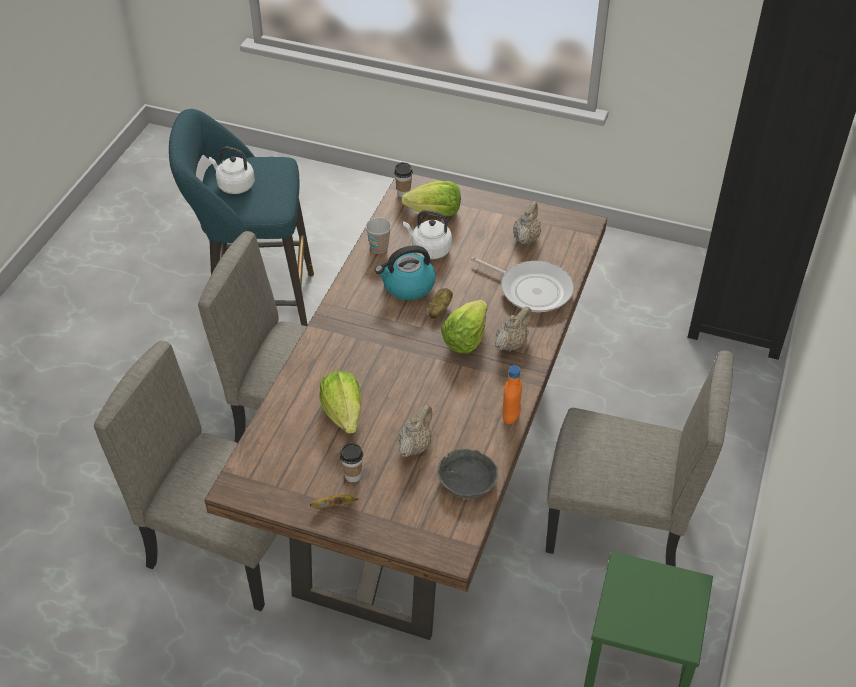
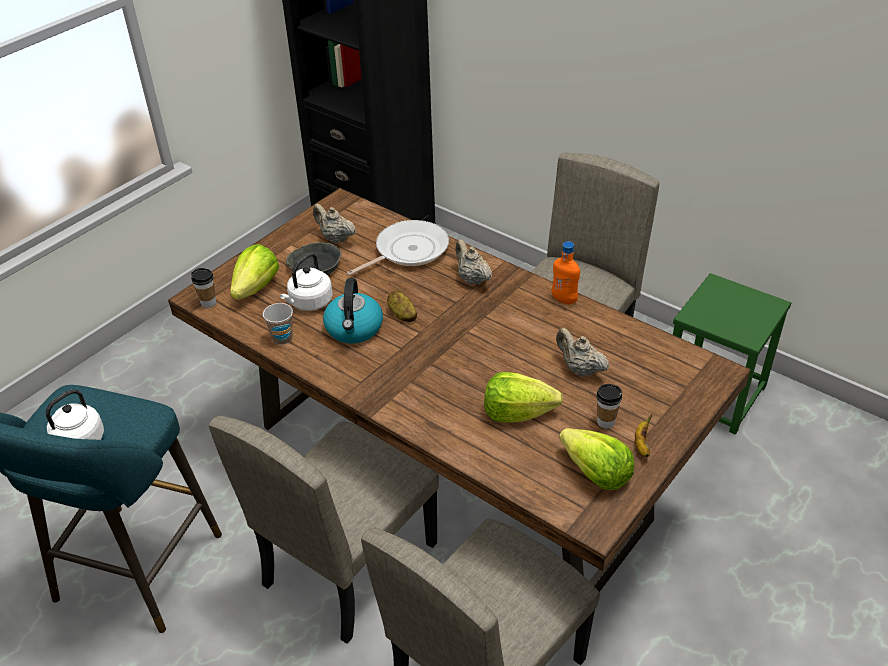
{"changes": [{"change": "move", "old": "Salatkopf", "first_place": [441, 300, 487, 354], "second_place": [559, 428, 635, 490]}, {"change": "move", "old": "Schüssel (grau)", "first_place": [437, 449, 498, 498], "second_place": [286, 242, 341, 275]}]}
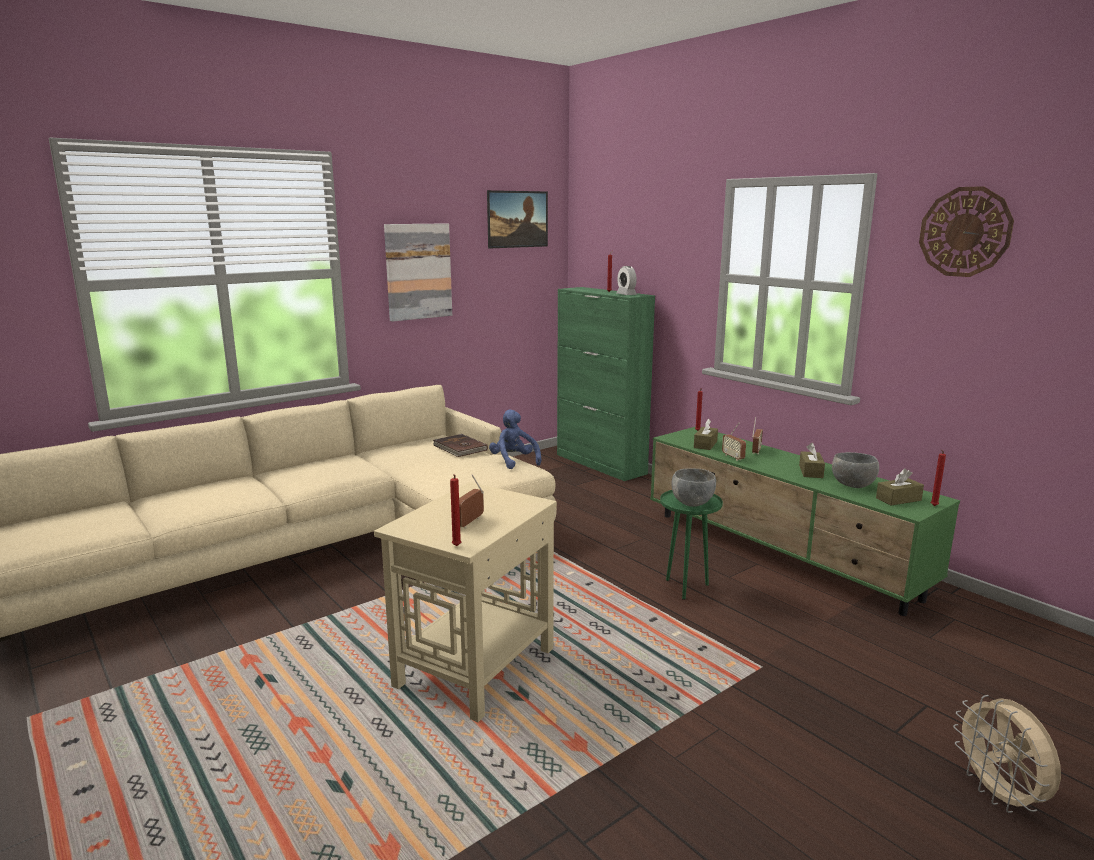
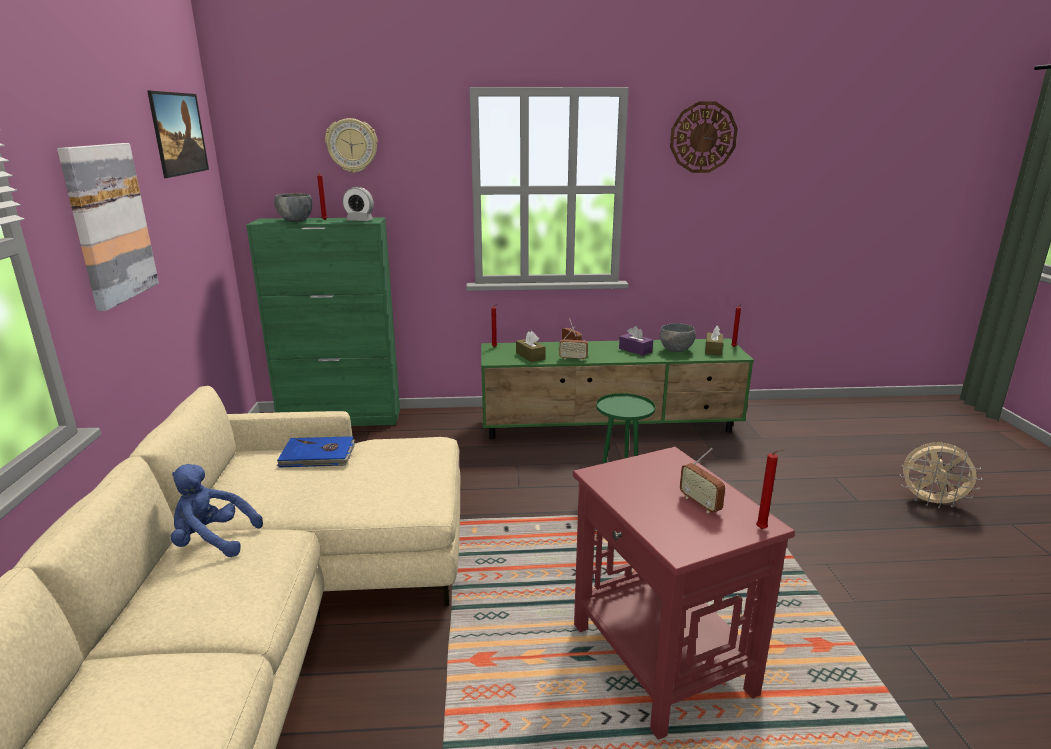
{"changes": [{"change": "move", "old": "Plüschtier (blau)", "first_place": [489, 409, 541, 469], "second_place": [171, 464, 263, 557]}, {"change": "recolor", "old": "Buch (braun)", "new": "Buch (blau)", "first_place": [433, 434, 488, 457], "second_place": [277, 436, 355, 468]}, {"change": "recolor", "old": "Taschentuchbox (braun)", "new": "Taschentuchbox (lila)", "first_place": [799, 443, 825, 478], "second_place": [619, 326, 653, 356]}, {"change": "move", "old": "Schüssel (grau)", "first_place": [671, 468, 716, 507], "second_place": [274, 193, 313, 222]}, {"change": "recolor", "old": "Beistelltisch (beige)", "new": "Beistelltisch (rot)", "first_place": [374, 482, 557, 722], "second_place": [573, 447, 795, 740]}, {"change": "insert", "new": "Wanduhr", "second_place": [325, 118, 378, 173]}]}
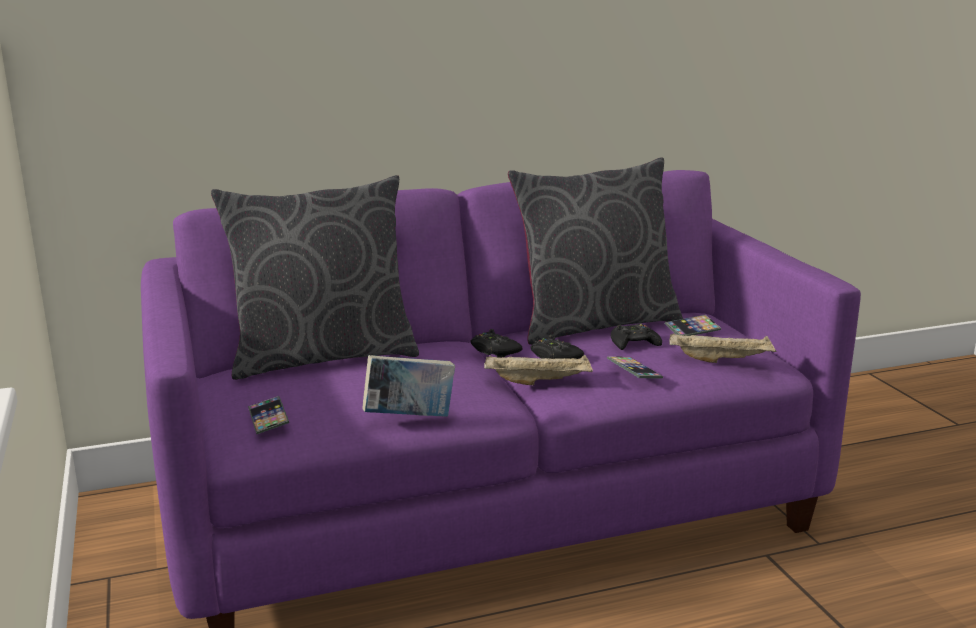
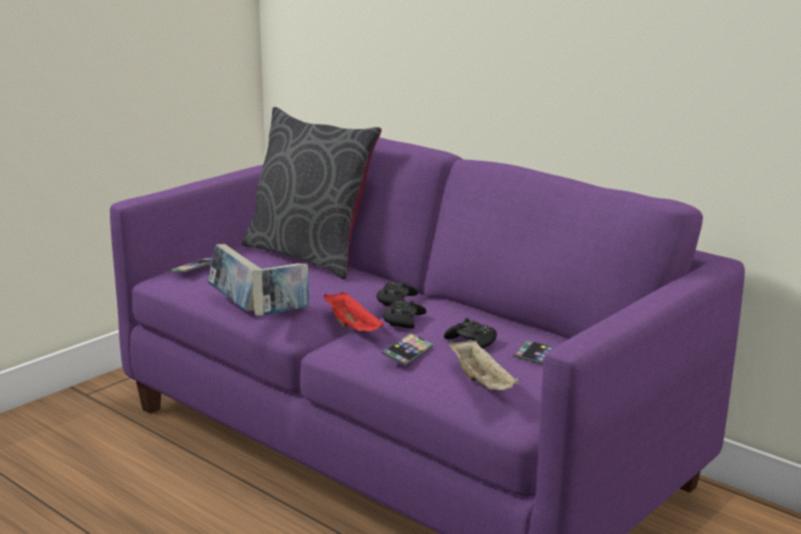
{"changes": [{"change": "delete", "old": "Kissen (grau)", "first_place": [508, 157, 683, 345]}, {"change": "recolor", "old": "Tablett (beige)", "new": "Tablett (rot)", "first_place": [484, 355, 593, 385], "second_place": [323, 292, 384, 332]}, {"change": "insert", "new": "Buch", "second_place": [252, 263, 309, 316]}]}
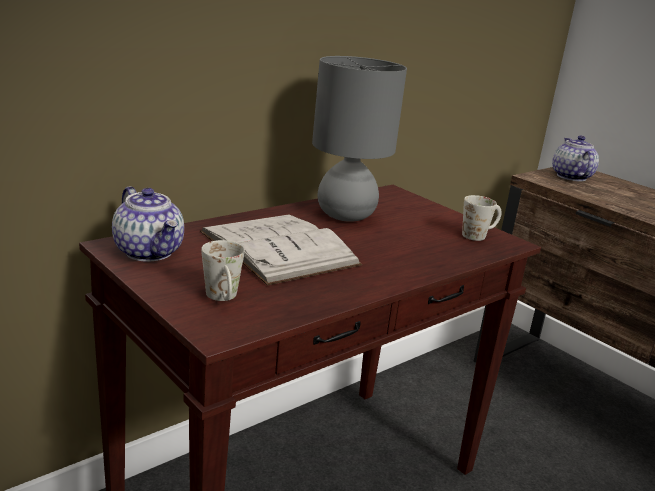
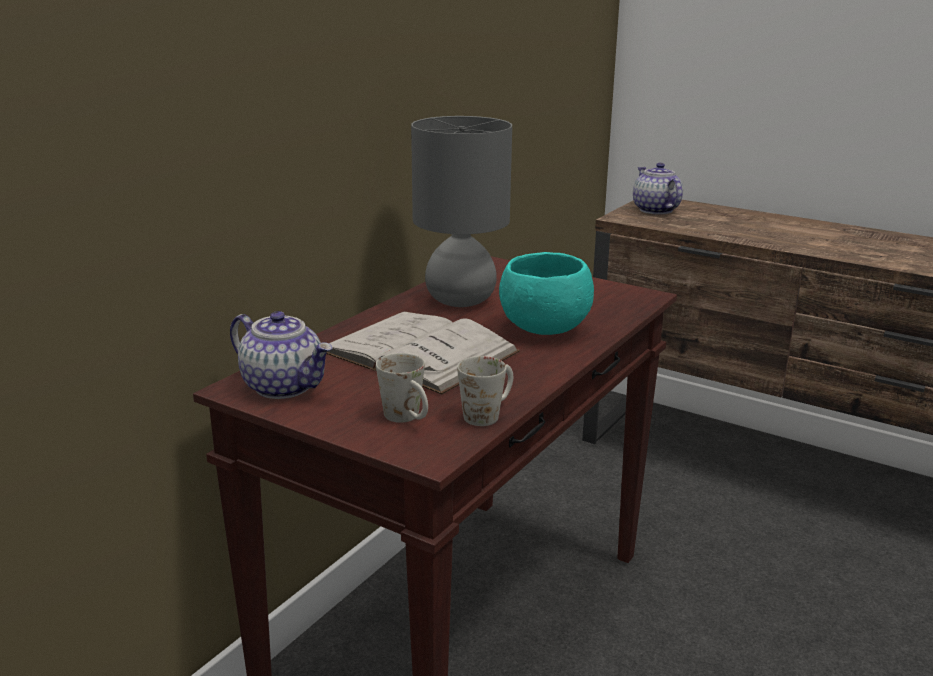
{"changes": [{"change": "move", "old": "Henkelbecher (weiß)", "first_place": [462, 195, 501, 241], "second_place": [457, 356, 513, 426]}, {"change": "insert", "new": "Schüssel (türkis)", "second_place": [499, 252, 594, 335]}]}
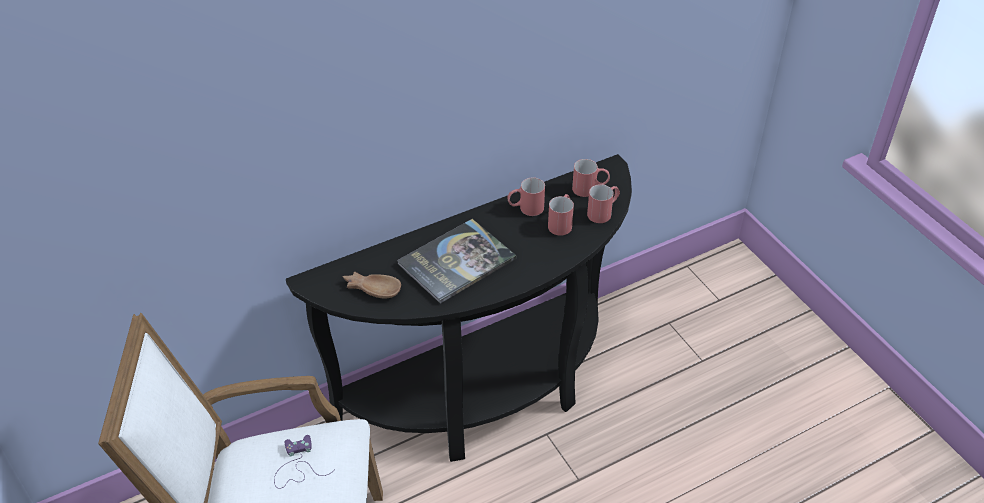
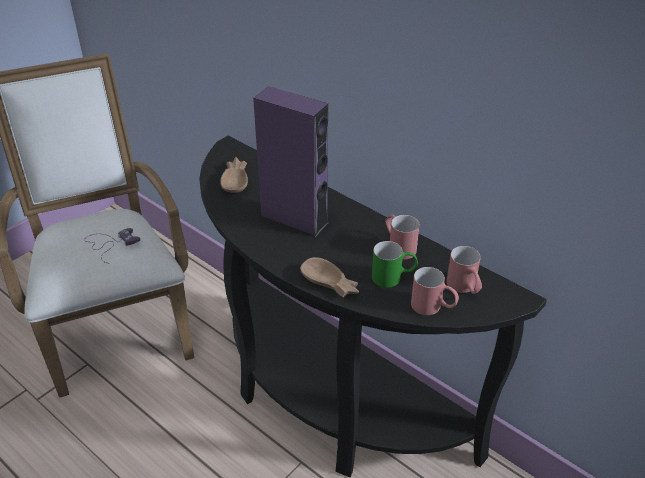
{"changes": [{"change": "recolor", "old": "Henkelbecher (rot)", "new": "Henkelbecher (grün)", "first_place": [548, 194, 574, 236], "second_place": [372, 241, 418, 288]}, {"change": "replace", "old": "Buch", "new": "Lautsprecher (lila)", "first_place": [397, 219, 516, 304], "second_place": [253, 86, 329, 237]}, {"change": "insert", "new": "Schüssel (braun)", "second_place": [300, 257, 359, 297]}]}
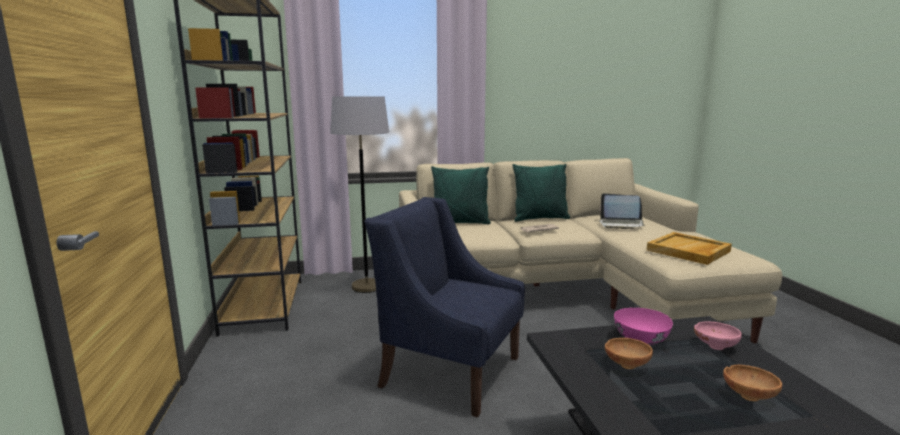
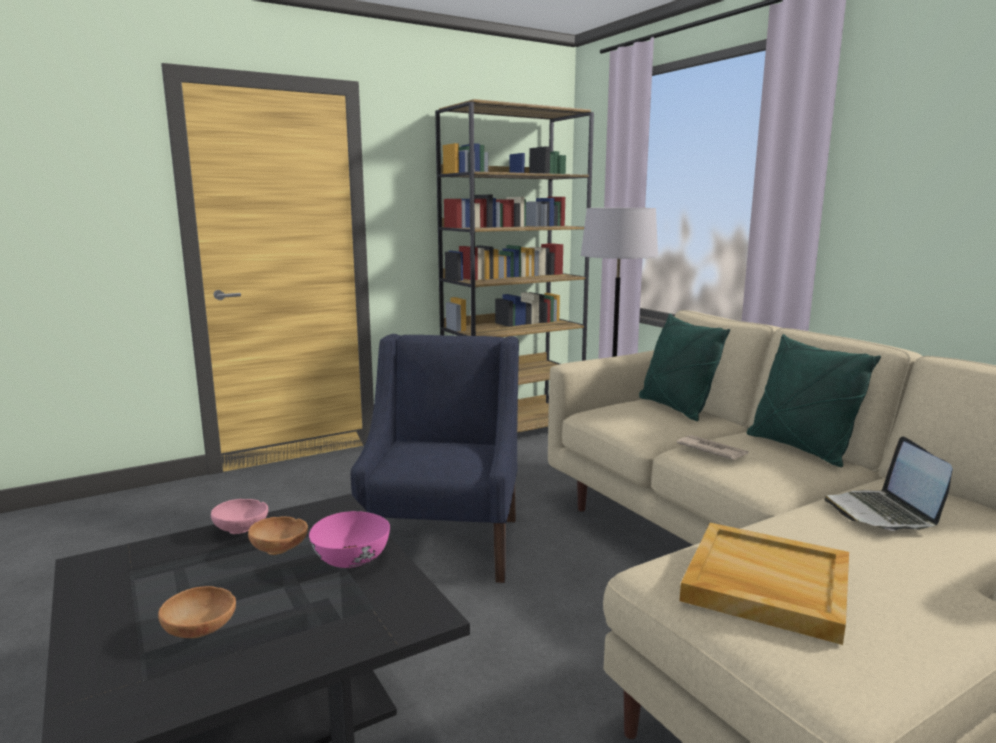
{"changes": [{"change": "move", "old": "Schüssel (rosa)", "first_place": [694, 322, 742, 350], "second_place": [211, 499, 268, 534]}]}
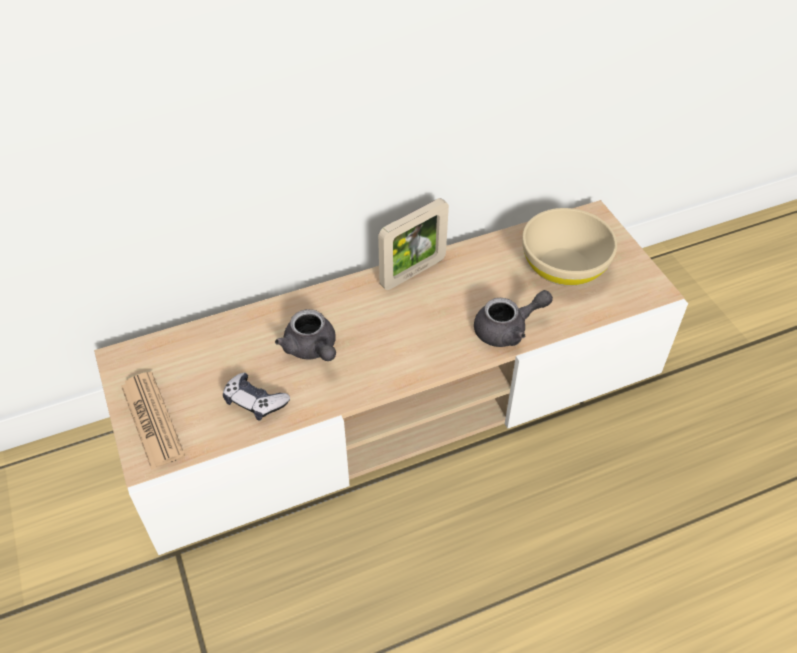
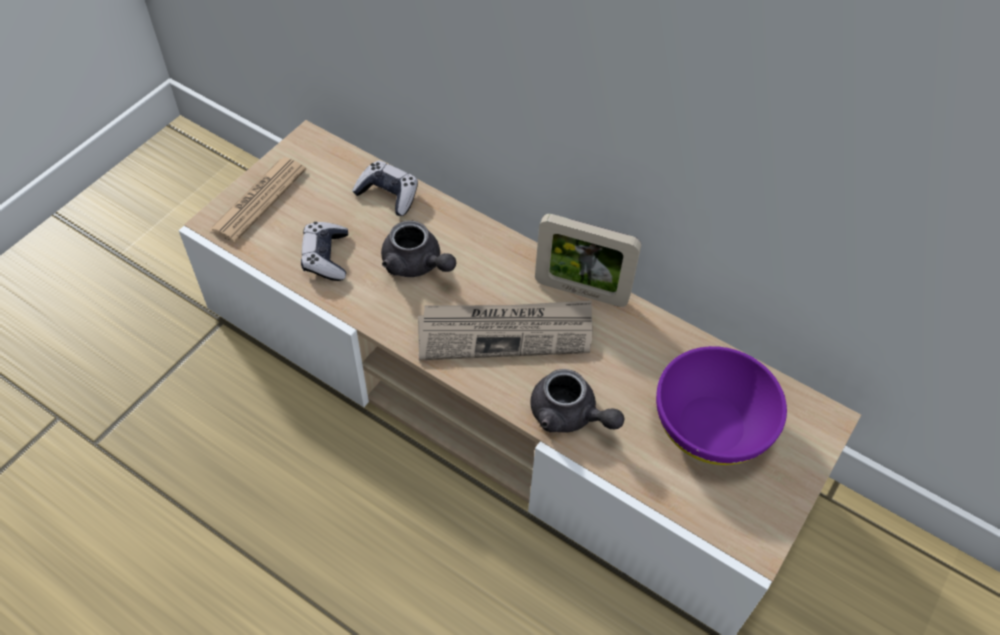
{"changes": [{"change": "recolor", "old": "Schüssel (beige)", "new": "Schüssel (lila)", "first_place": [522, 208, 617, 286], "second_place": [656, 346, 787, 465]}, {"change": "rotate", "old": "Teekanne (grau)", "first_place": [275, 309, 336, 361], "second_place": [381, 220, 456, 277], "degrees": -75}, {"change": "insert", "new": "Gamepad", "second_place": [352, 161, 418, 216]}, {"change": "insert", "new": "Zeitung", "second_place": [418, 300, 593, 360]}]}
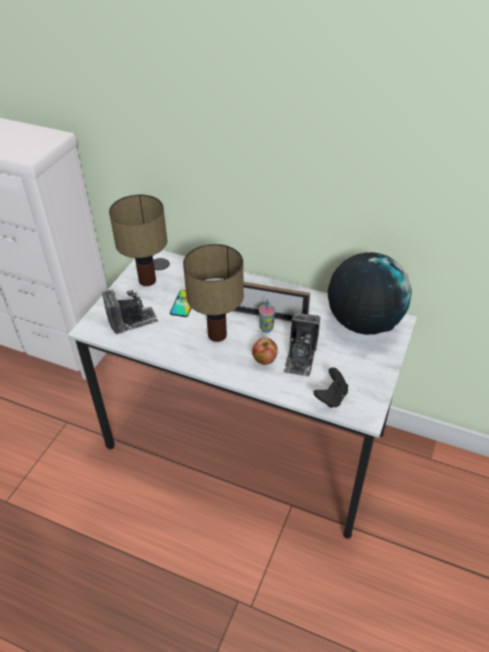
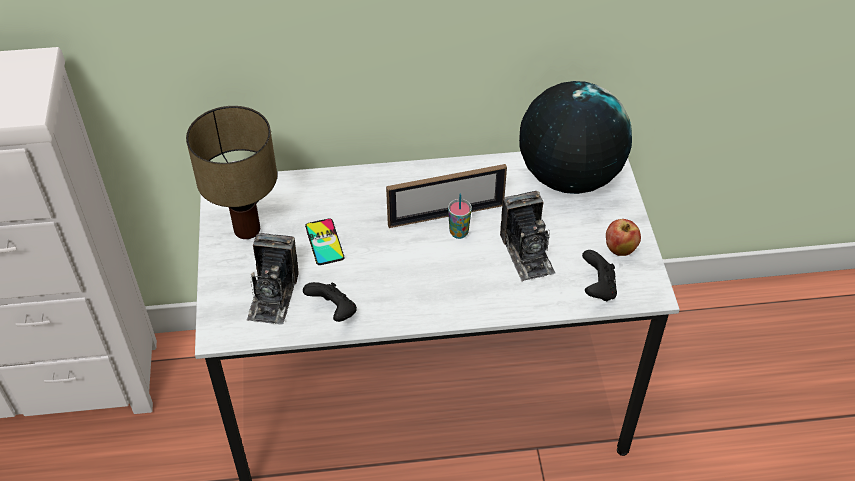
{"changes": [{"change": "delete", "old": "Tischlampe", "first_place": [183, 244, 244, 342]}, {"change": "rotate", "old": "Kamera", "first_place": [102, 289, 158, 334], "second_place": [246, 233, 299, 325], "degrees": 150}, {"change": "move", "old": "Apfel", "first_place": [252, 338, 278, 365], "second_place": [606, 219, 641, 256]}, {"change": "insert", "new": "Gamepad (schwarz)", "second_place": [303, 282, 357, 322]}]}
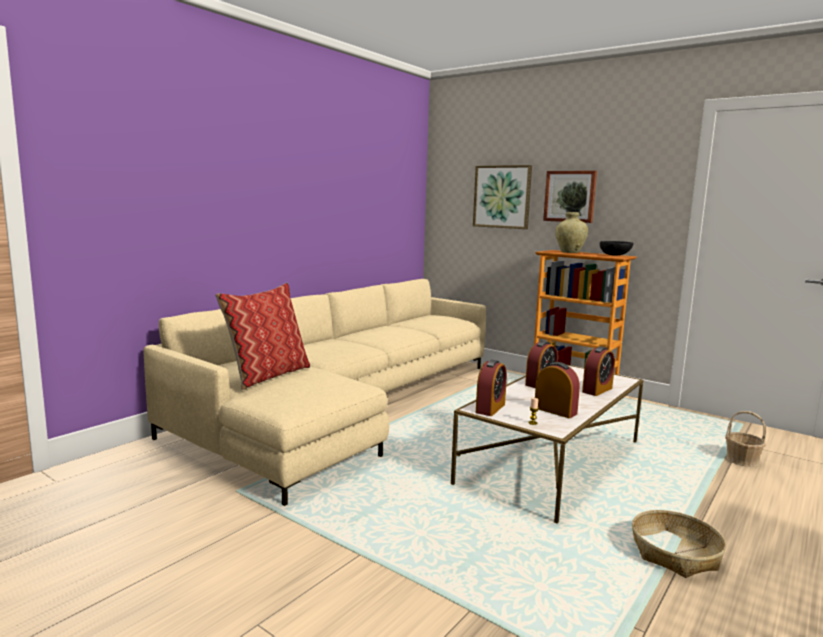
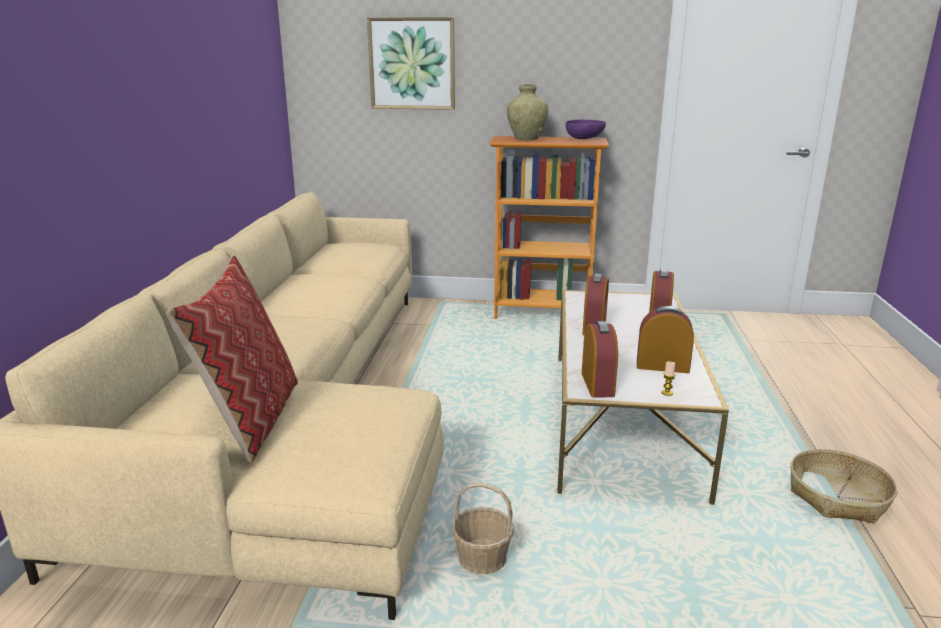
{"changes": [{"change": "delete", "old": "Bild", "first_place": [543, 170, 597, 223]}, {"change": "recolor", "old": "Schüssel (schwarz)", "new": "Schüssel (lila)", "first_place": [600, 241, 634, 256], "second_place": [565, 120, 606, 139]}, {"change": "move", "old": "Korb", "first_place": [725, 411, 766, 467], "second_place": [452, 483, 514, 574]}]}
